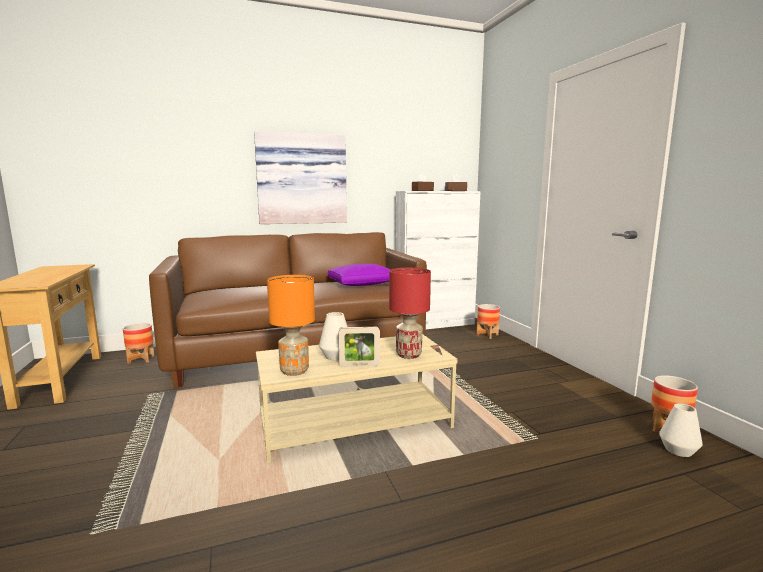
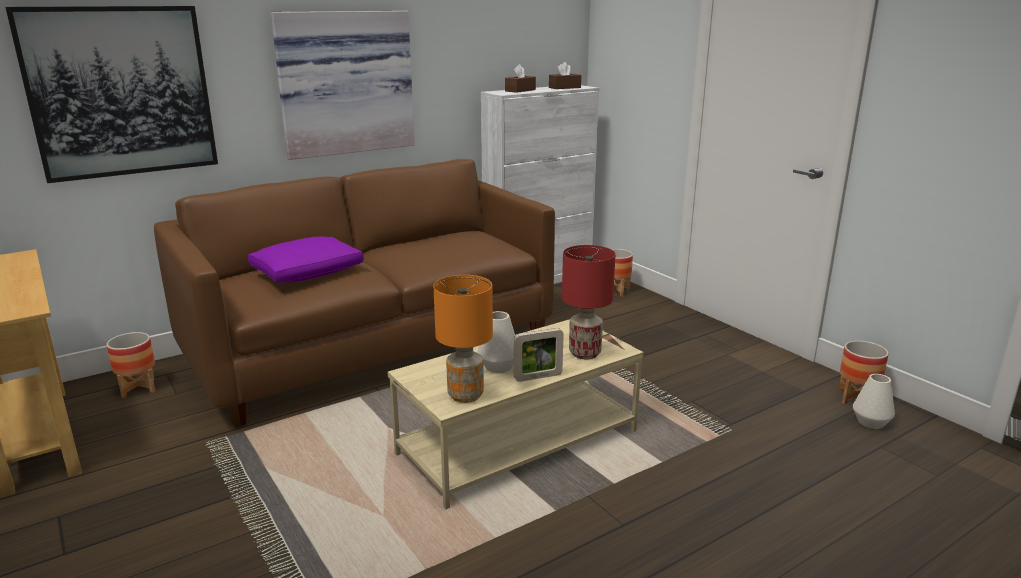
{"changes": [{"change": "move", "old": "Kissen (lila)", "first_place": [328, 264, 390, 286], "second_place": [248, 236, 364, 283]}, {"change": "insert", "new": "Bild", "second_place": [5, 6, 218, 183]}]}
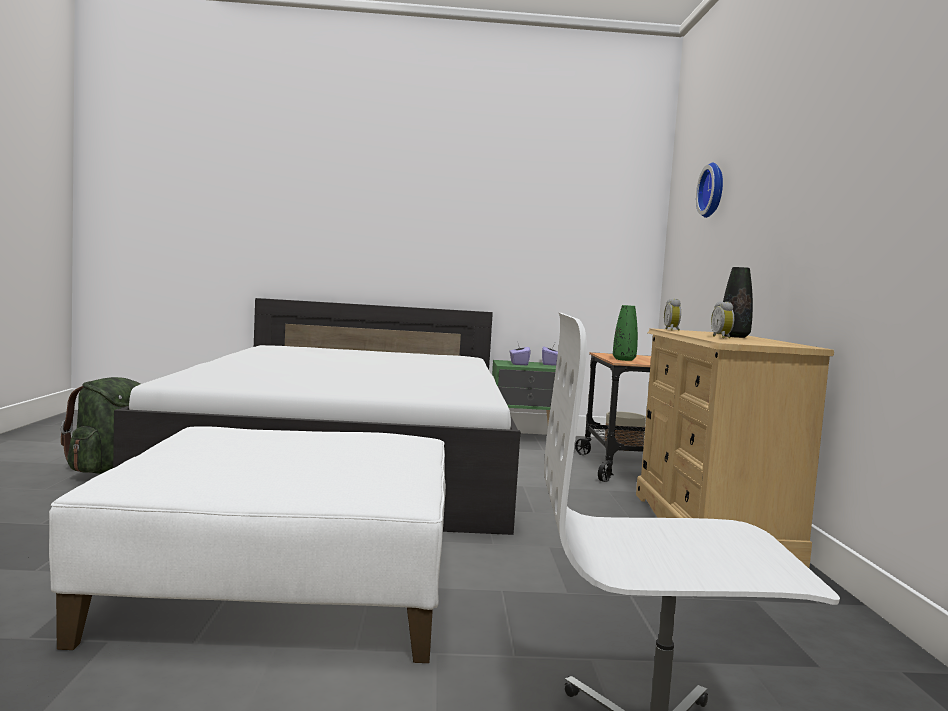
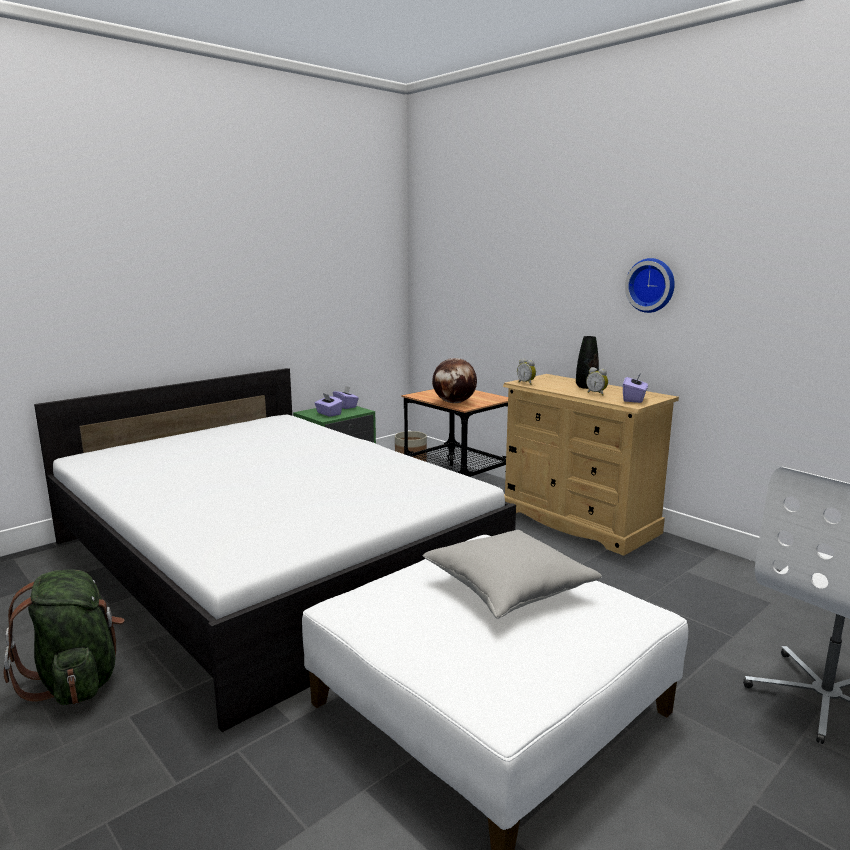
{"changes": [{"change": "move", "old": "Wanduhr", "first_place": [696, 163, 723, 218], "second_place": [625, 258, 675, 313]}, {"change": "replace", "old": "Vase (grün)", "new": "Globus", "first_place": [613, 305, 638, 361], "second_place": [432, 358, 477, 403]}, {"change": "insert", "new": "Taschentuchbox (lila)", "second_place": [623, 372, 648, 403]}, {"change": "insert", "new": "Kissen (grau)", "second_place": [423, 530, 602, 619]}]}
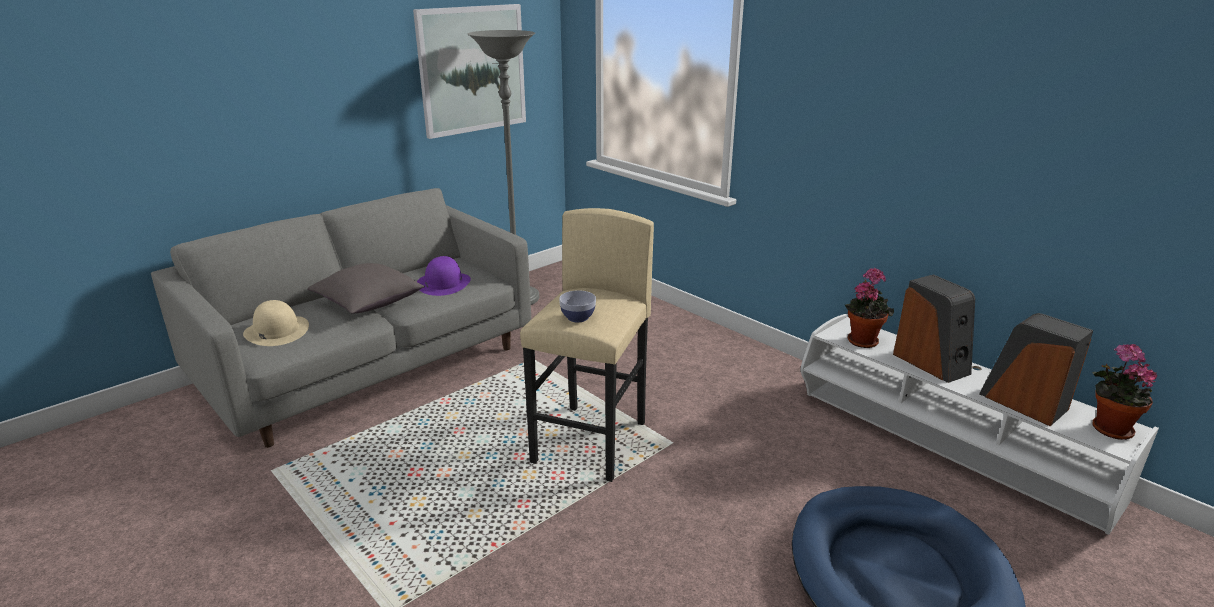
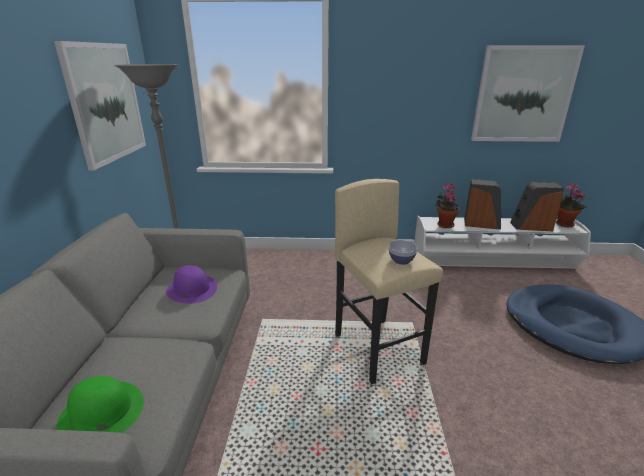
{"changes": [{"change": "delete", "old": "Kissen (grau)", "first_place": [307, 263, 425, 314]}, {"change": "recolor", "old": "Hut (beige)", "new": "Hut (grün)", "first_place": [243, 300, 309, 346], "second_place": [56, 376, 144, 433]}, {"change": "insert", "new": "Bild", "second_place": [471, 45, 585, 142]}]}
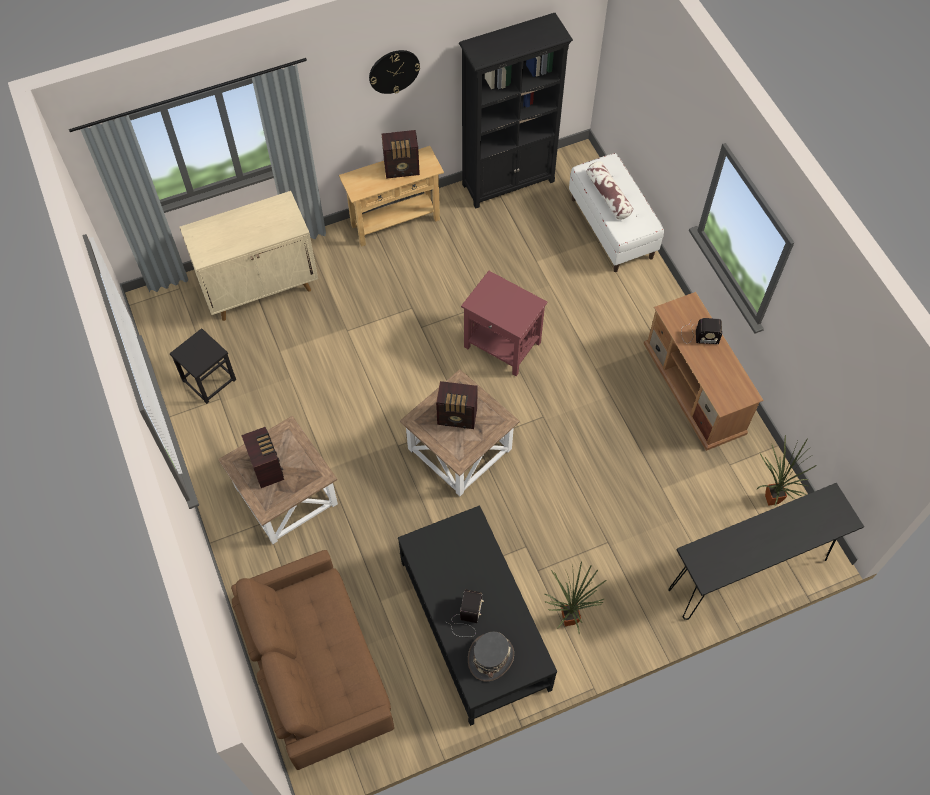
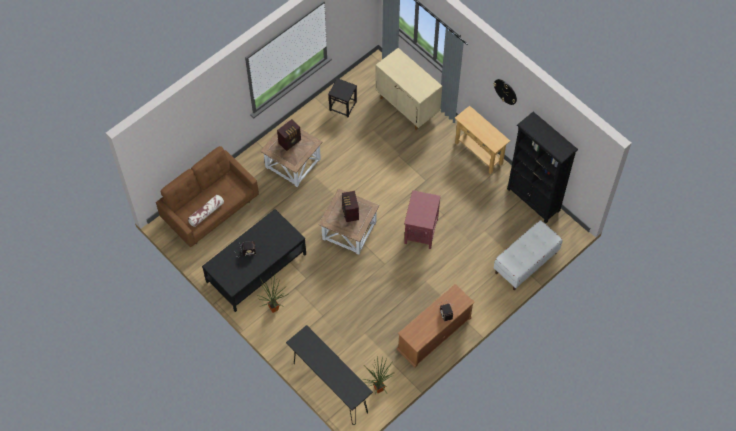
{"changes": [{"change": "delete", "old": "Radio", "first_place": [382, 130, 420, 179]}, {"change": "move", "old": "Kissen", "first_place": [586, 162, 633, 220], "second_place": [188, 195, 224, 227]}, {"change": "delete", "old": "Hut (grau)", "first_place": [468, 632, 514, 681]}]}
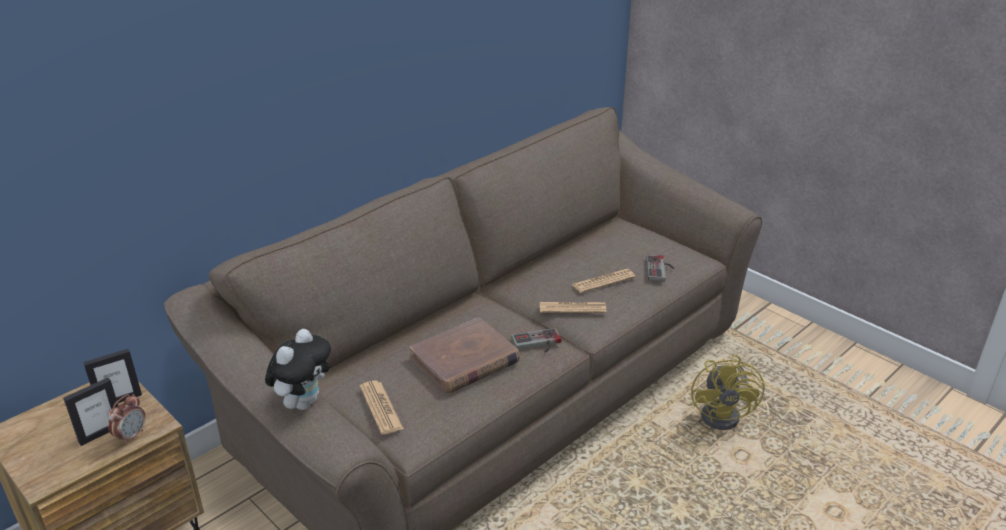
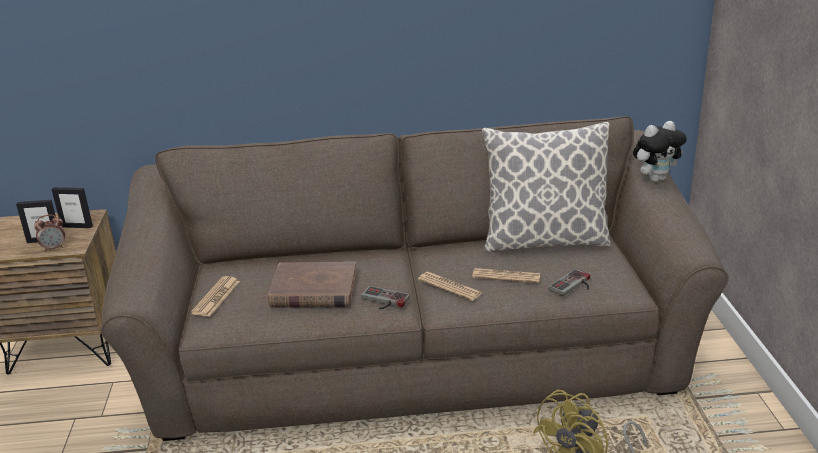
{"changes": [{"change": "move", "old": "Plüschtier", "first_place": [265, 329, 331, 410], "second_place": [633, 121, 687, 182]}, {"change": "insert", "new": "Kissen", "second_place": [482, 122, 610, 252]}]}
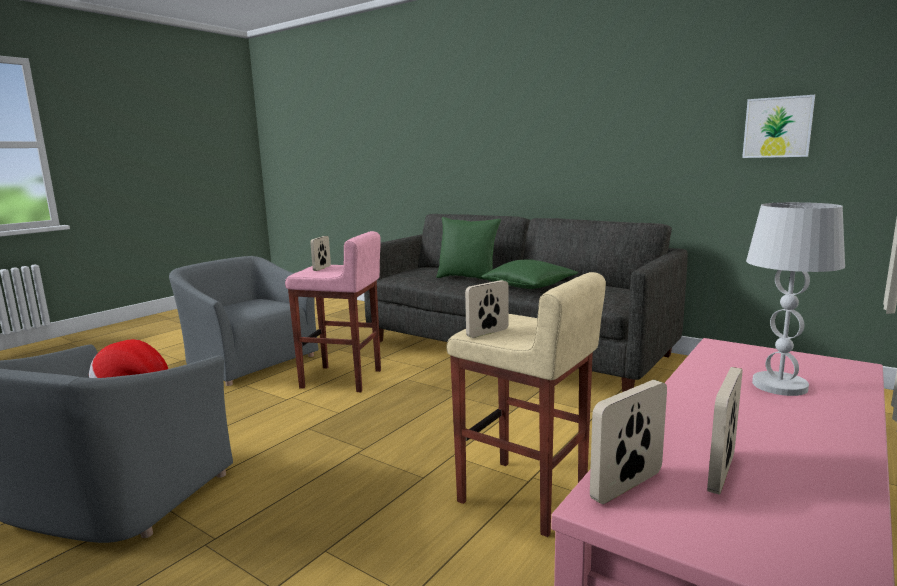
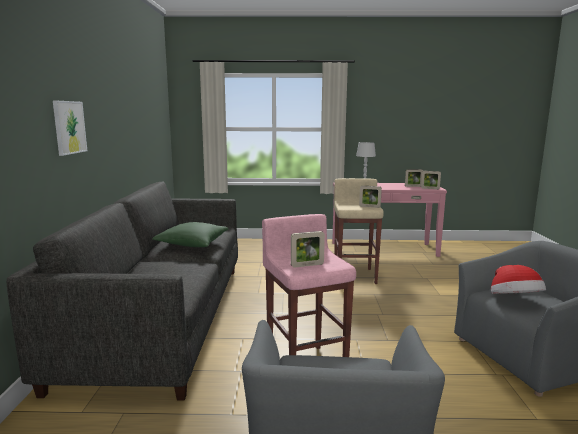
{"changes": [{"change": "move", "old": "Bild", "first_place": [742, 95, 815, 158], "second_place": [53, 100, 87, 156]}, {"change": "delete", "old": "Kissen (grün)", "first_place": [436, 217, 501, 282]}]}
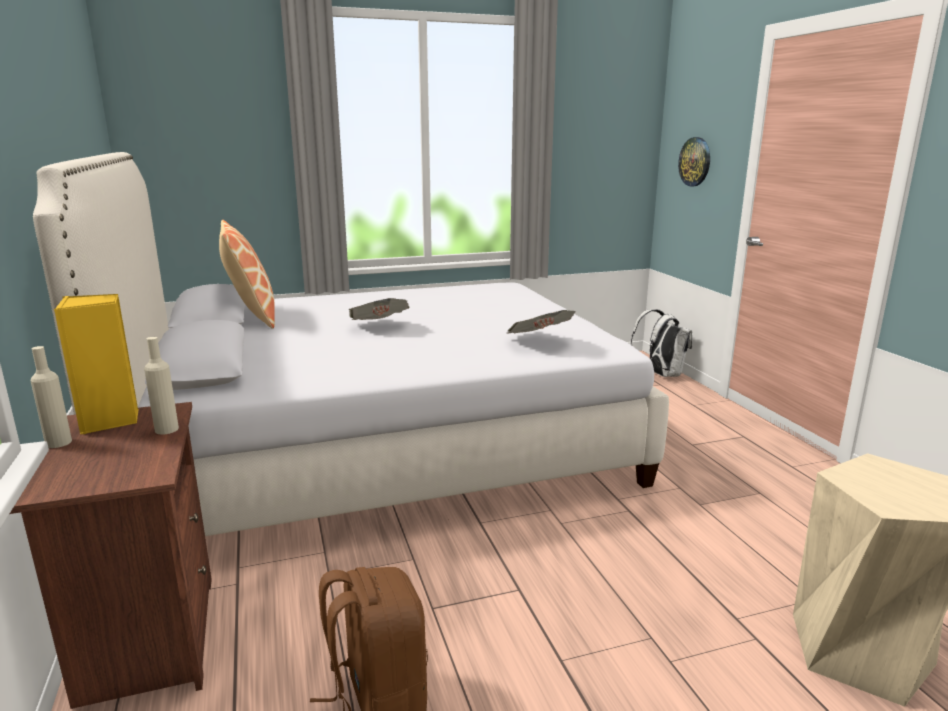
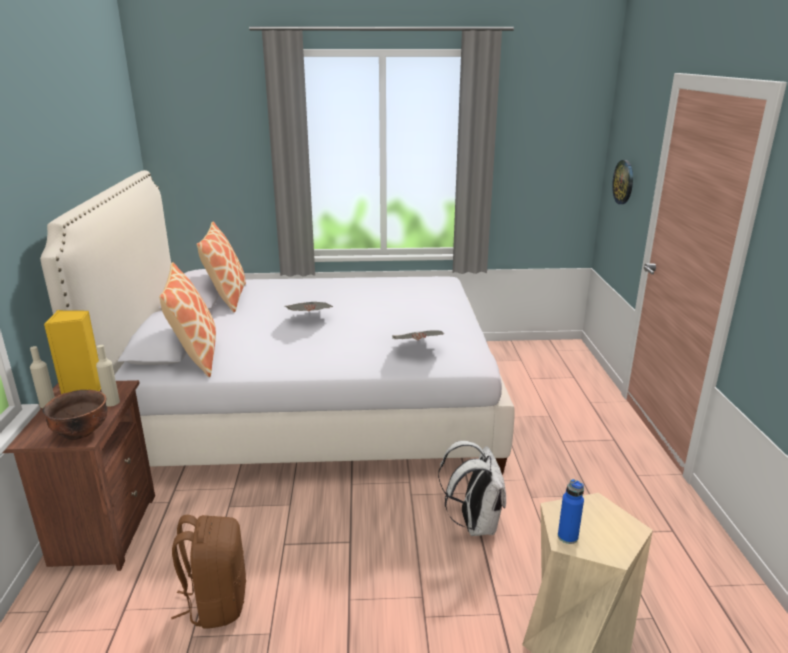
{"changes": [{"change": "move", "old": "Rucksack (weiß)", "first_place": [631, 309, 692, 377], "second_place": [438, 441, 506, 536]}, {"change": "insert", "new": "Kissen", "second_place": [159, 262, 216, 377]}, {"change": "insert", "new": "Schüssel (braun)", "second_place": [42, 390, 108, 440]}, {"change": "insert", "new": "Flasche (blau)", "second_place": [558, 479, 584, 544]}]}
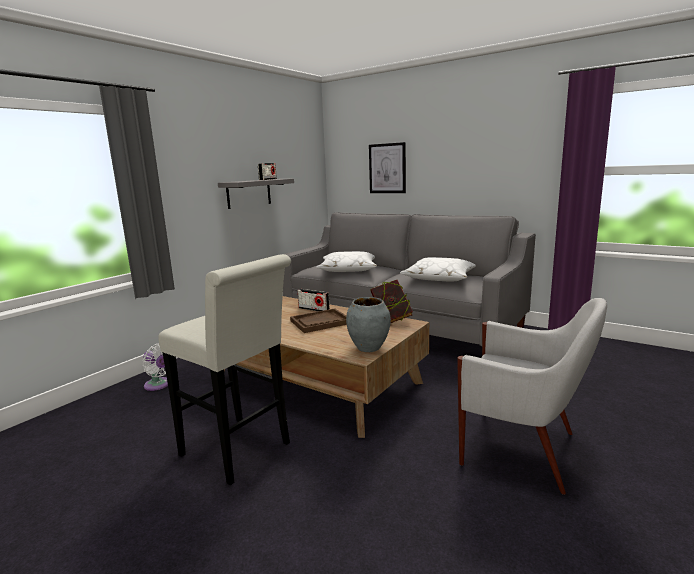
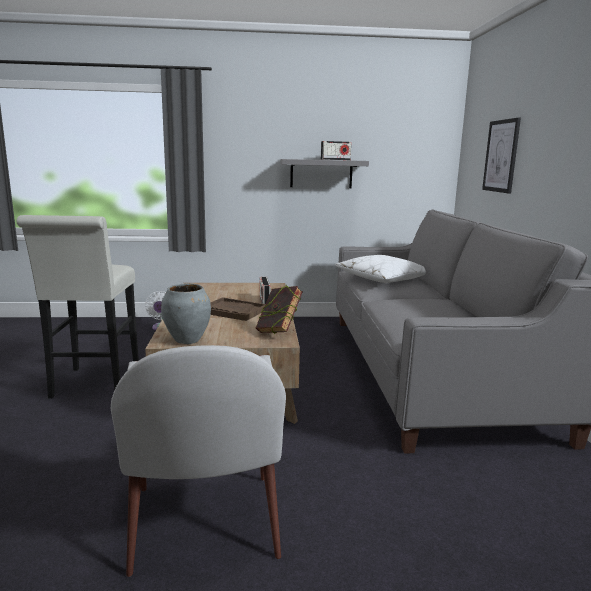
{"changes": [{"change": "delete", "old": "Kissen (weiß)", "first_place": [400, 257, 476, 281]}]}
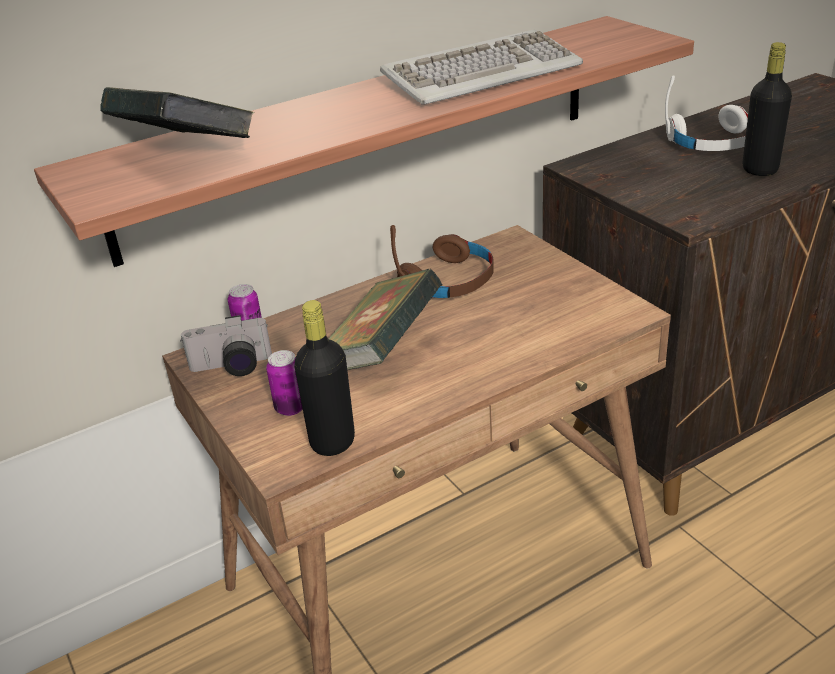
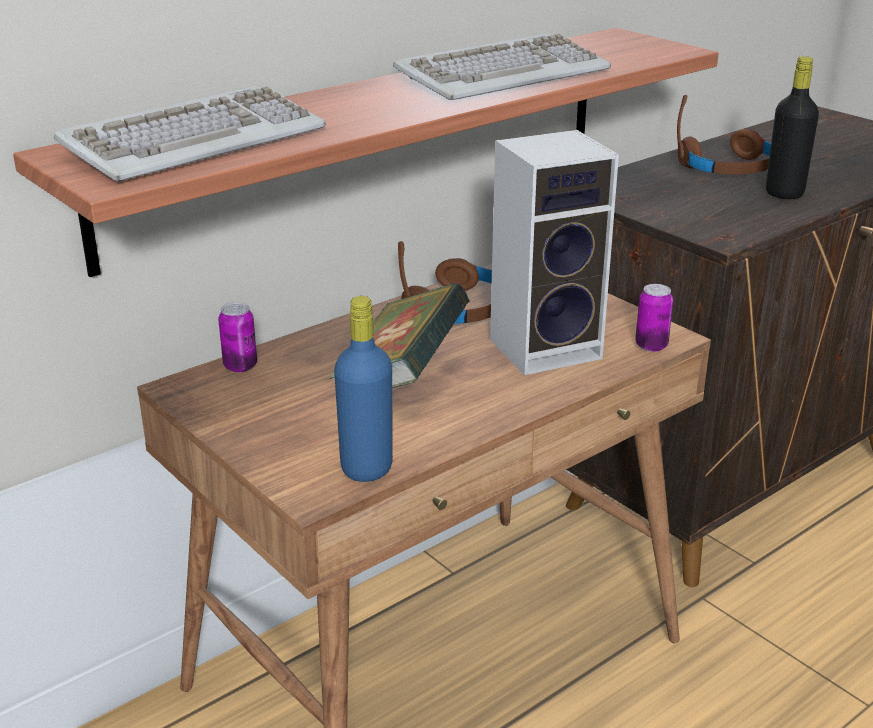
{"changes": [{"change": "recolor", "old": "Kopfhörer (weiß)", "new": "Kopfhörer (braun)", "first_place": [665, 75, 748, 151], "second_place": [677, 95, 771, 174]}, {"change": "replace", "old": "Buch", "new": "Tastatur", "first_place": [100, 87, 254, 138], "second_place": [54, 85, 326, 181]}, {"change": "recolor", "old": "Flasche (schwarz)", "new": "Flasche (blau)", "first_place": [294, 300, 355, 456], "second_place": [334, 296, 393, 482]}, {"change": "delete", "old": "Kamera", "first_place": [180, 315, 272, 376]}, {"change": "move", "old": "Dose", "first_place": [266, 350, 303, 416], "second_place": [635, 284, 673, 352]}, {"change": "insert", "new": "Lautsprecher", "second_place": [490, 130, 619, 375]}]}
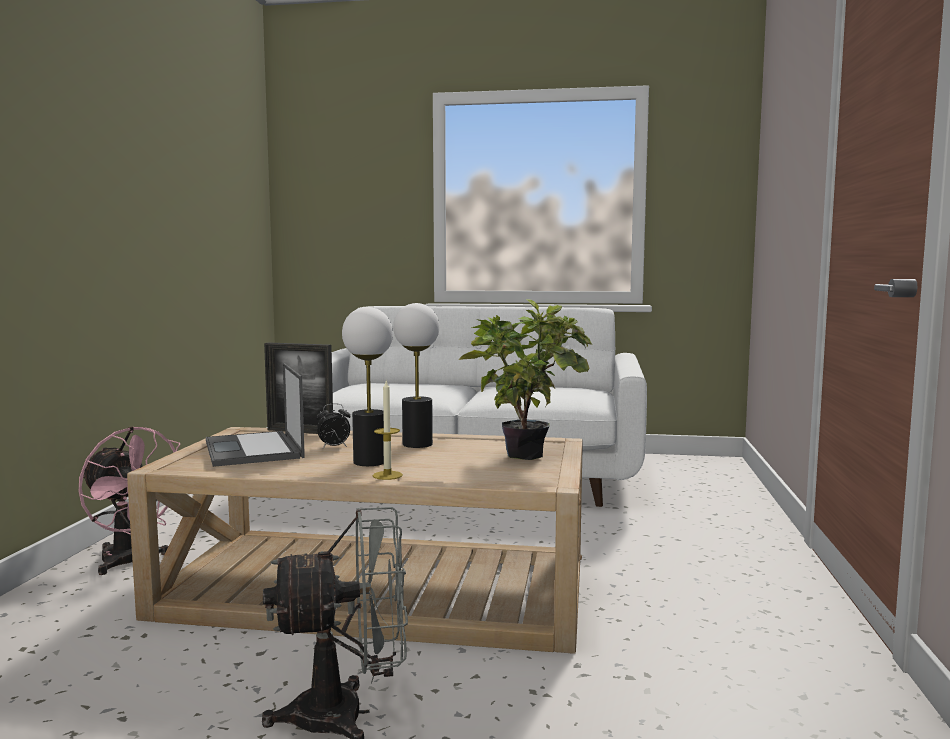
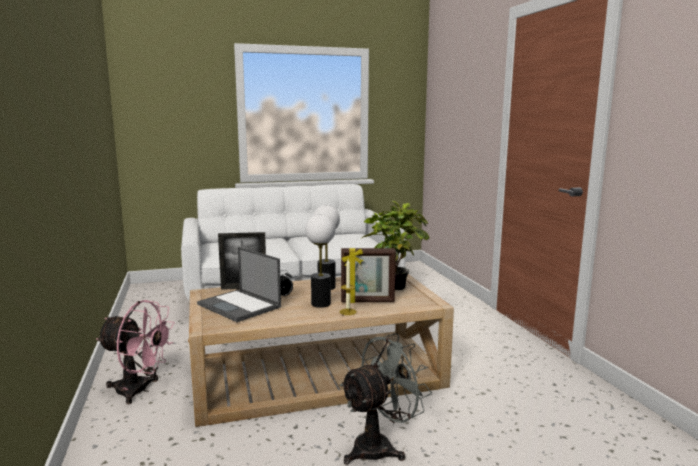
{"changes": [{"change": "insert", "new": "Bilderrahmen", "second_place": [341, 248, 396, 303]}]}
